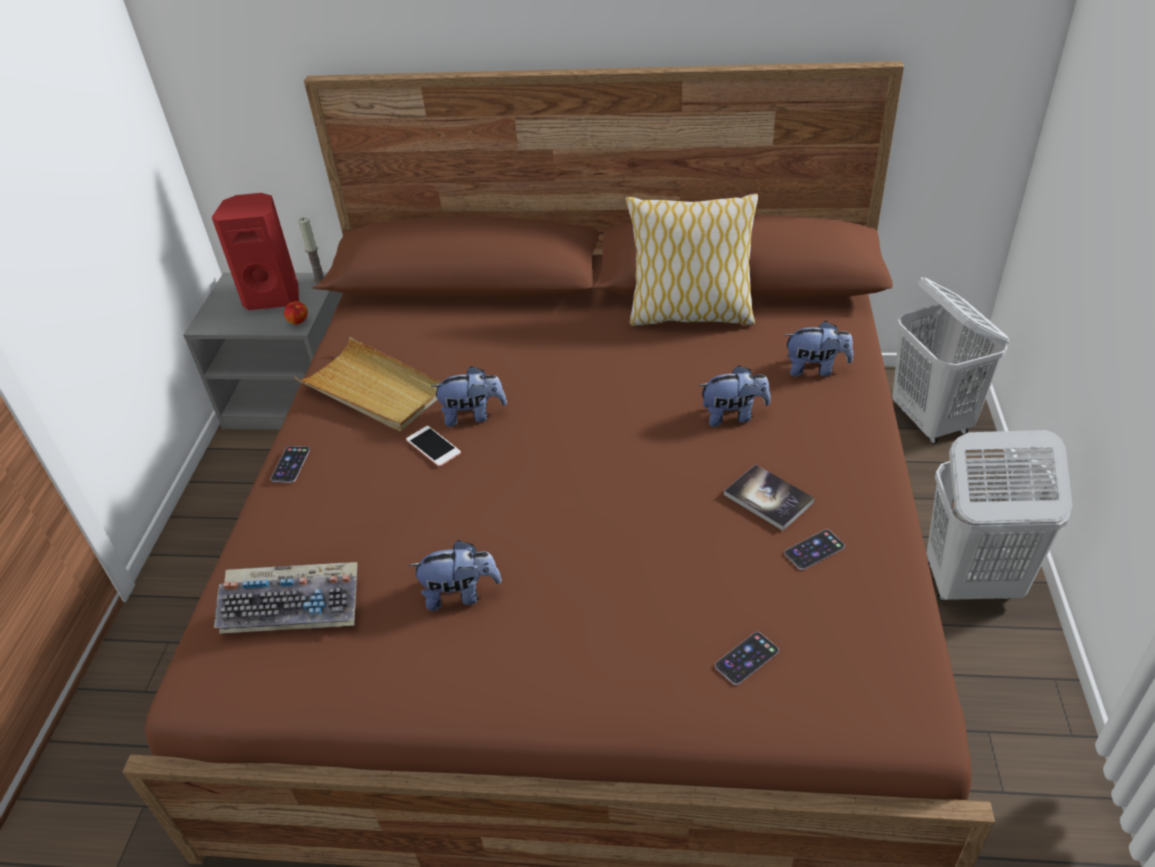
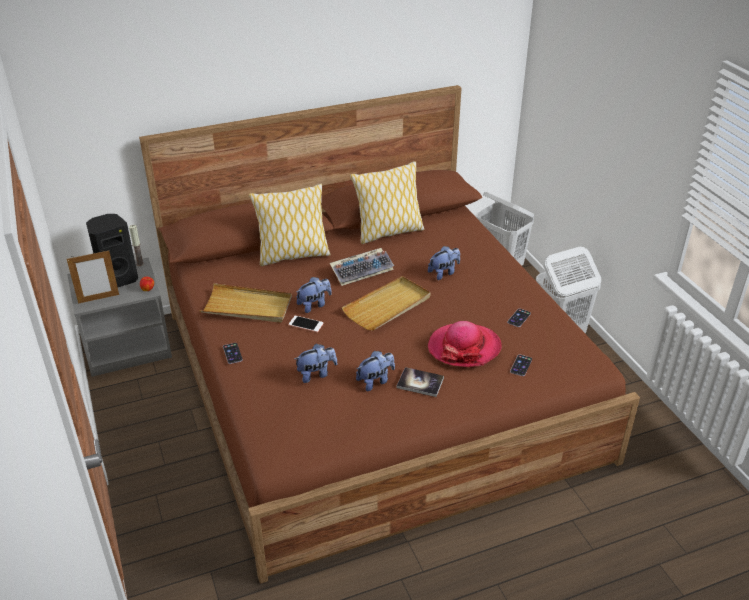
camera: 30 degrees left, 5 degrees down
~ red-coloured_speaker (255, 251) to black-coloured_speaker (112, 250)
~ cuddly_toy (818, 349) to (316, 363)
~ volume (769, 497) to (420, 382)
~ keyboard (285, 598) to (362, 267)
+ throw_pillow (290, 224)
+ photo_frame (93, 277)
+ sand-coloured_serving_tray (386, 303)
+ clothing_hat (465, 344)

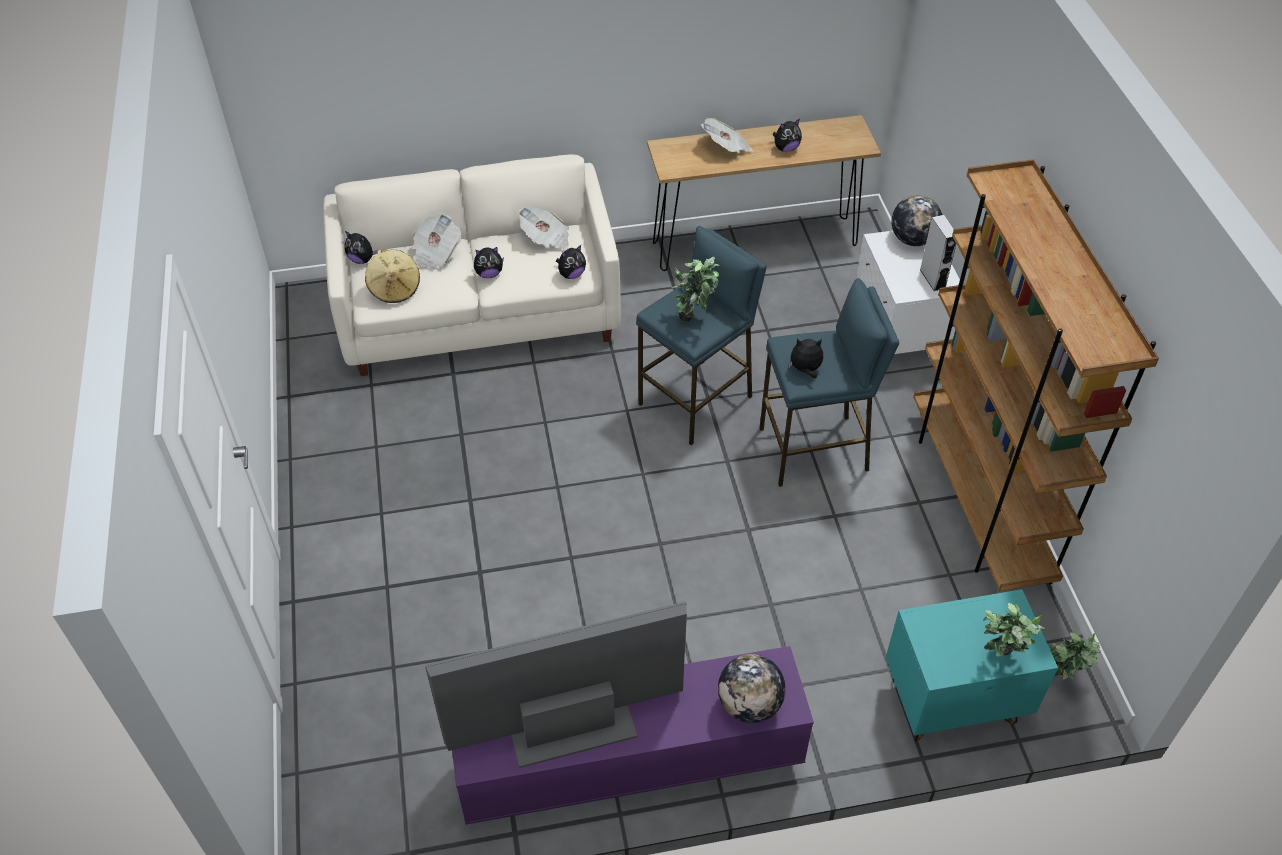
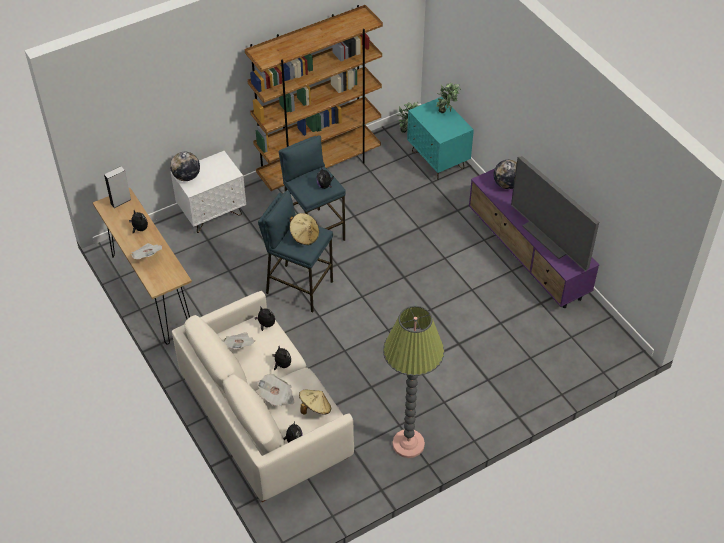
camera: 110 degrees left, 0 degrees up
~ gray_speaker (938, 253) to (118, 187)
~ houseplant (695, 289) to sand-coloured_clothing_hat (304, 229)
+ standard_lamp (413, 382)

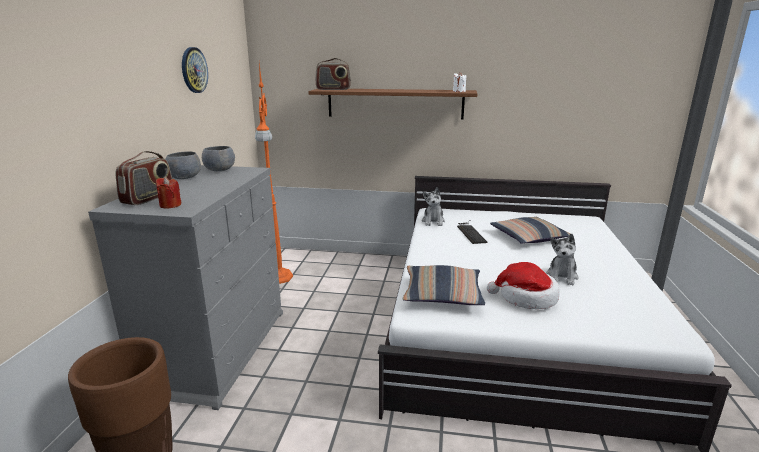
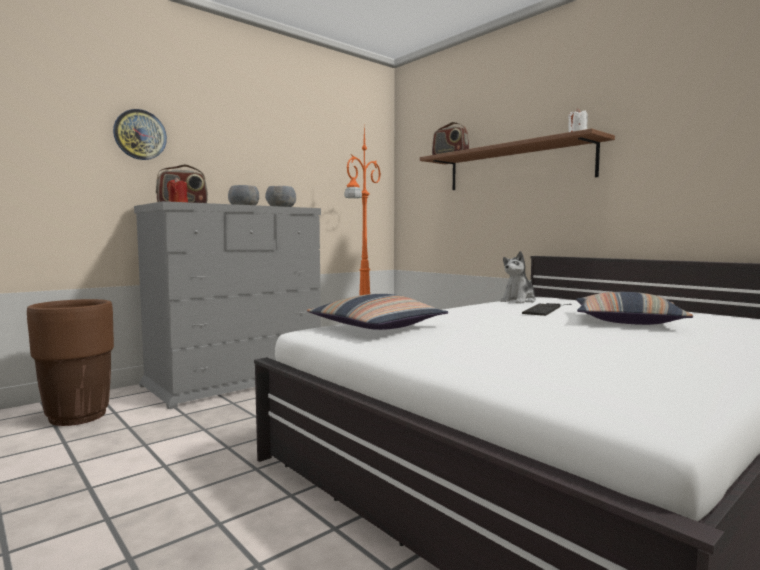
camera: 40 degrees right, 15 degrees down
~ hanging_clock (195, 70) to (140, 134)
- cuddly_toy (562, 259)
- clothing_hat (523, 285)

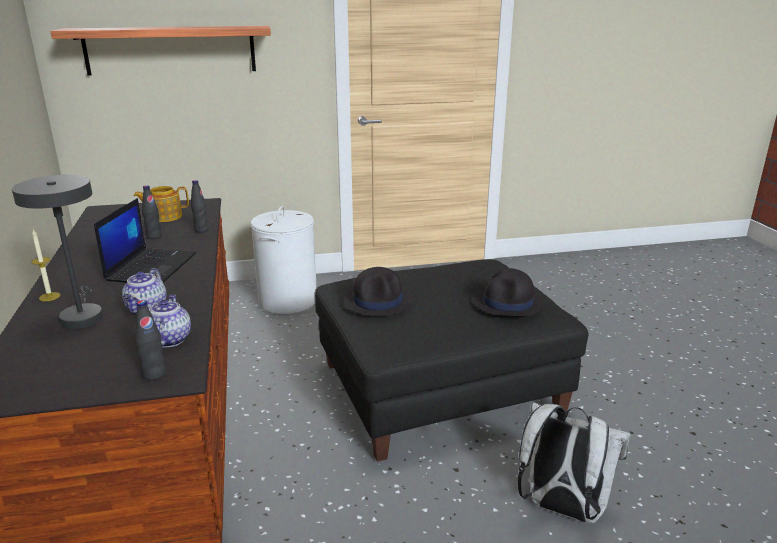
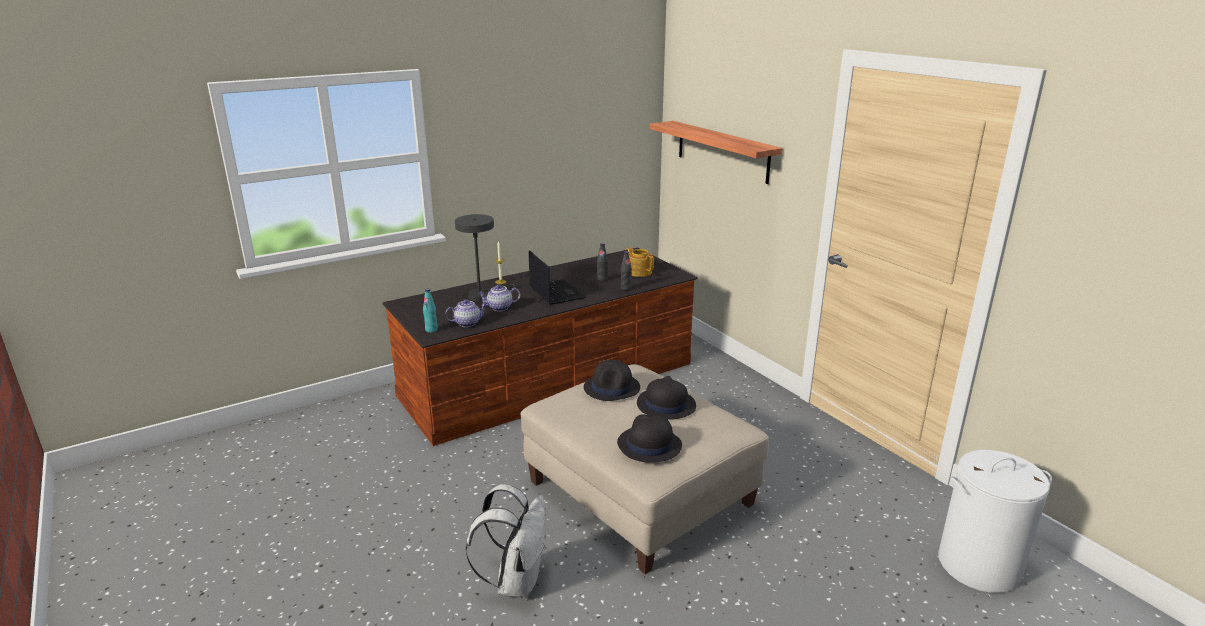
camera: 70 degrees right, 0 degrees up
~ laptop (145, 240) = (557, 277) 105 degrees counterclockwise
~ white-coloured_washing_basket (284, 260) to (995, 521)
~ black-coloured_pouffe (451, 360) to sand-coloured_pouffe (645, 469)
~ black-coloured_bottle (150, 340) to blue-green_bottle (430, 311)
+ black-coloured_clothing_hat (666, 398)

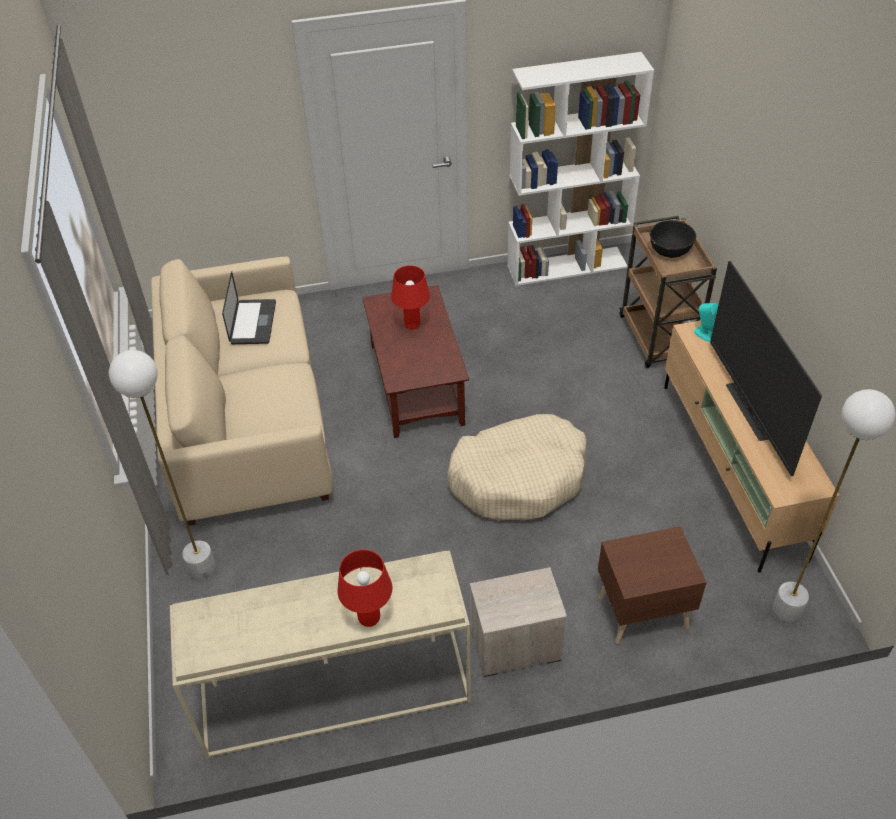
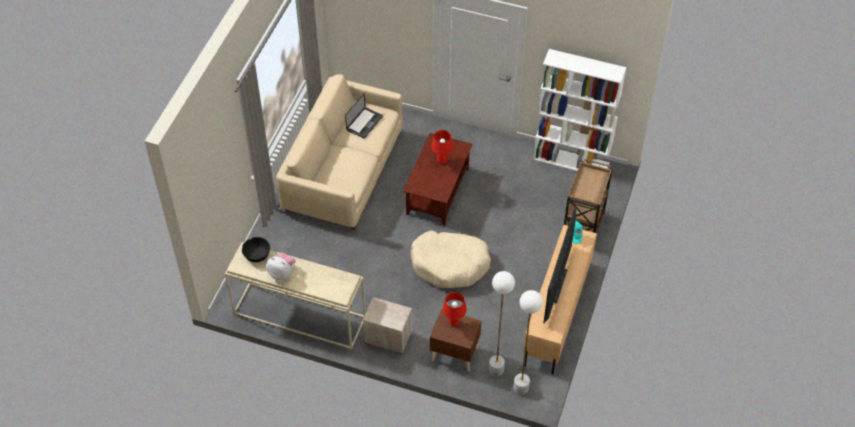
camera: 30 degrees right, 5 degrees up
~ black-coloured_bowl (673, 239) to (256, 249)
~ white-coloured_standard_lamp (162, 465) to (502, 323)
~ red-coloured_tabletop_lamp (365, 588) to (454, 309)
+ cuddly_toy (281, 267)

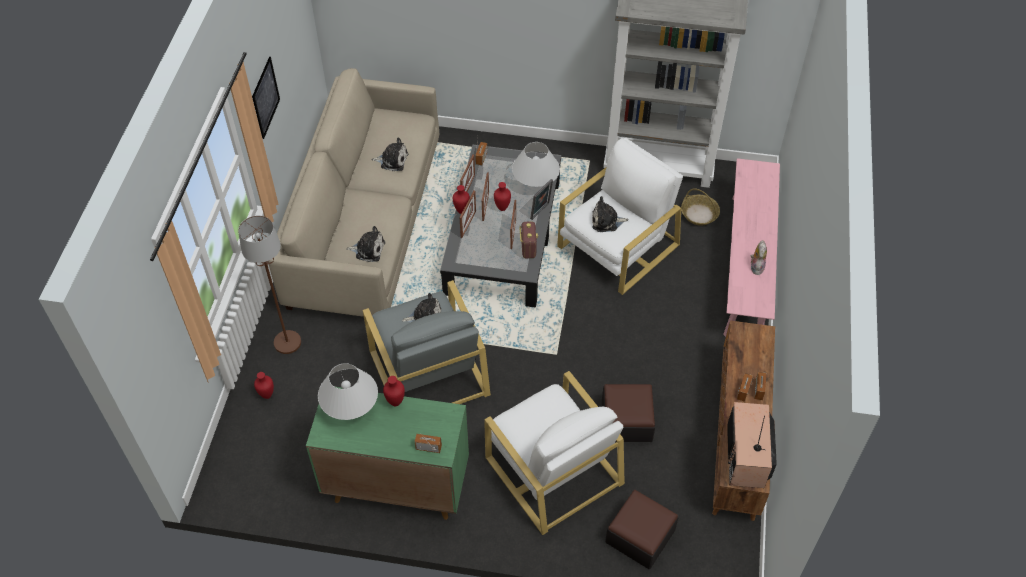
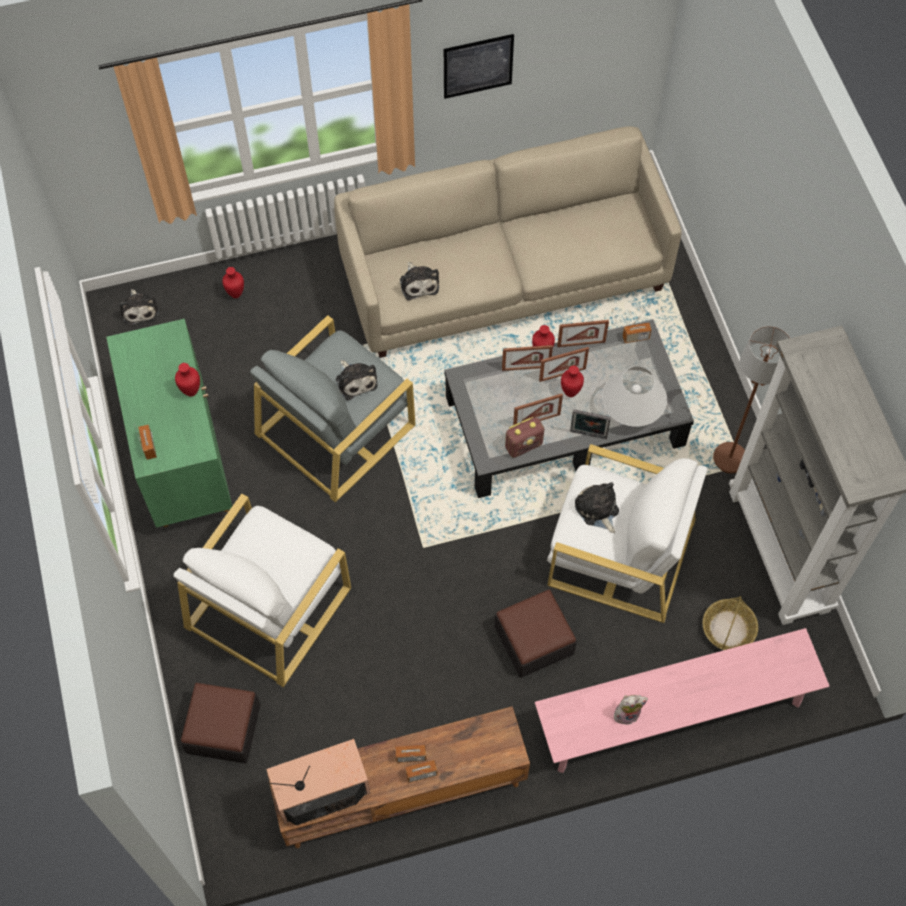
camera: 65 degrees right, 10 degrees up
~ cuddly_toy (390, 154) to (139, 307)
~ brownish_standard_lamp (269, 285) to (751, 399)
- white-coloured_tabletop_lamp (348, 391)
~ pouffe (628, 413) to (535, 633)

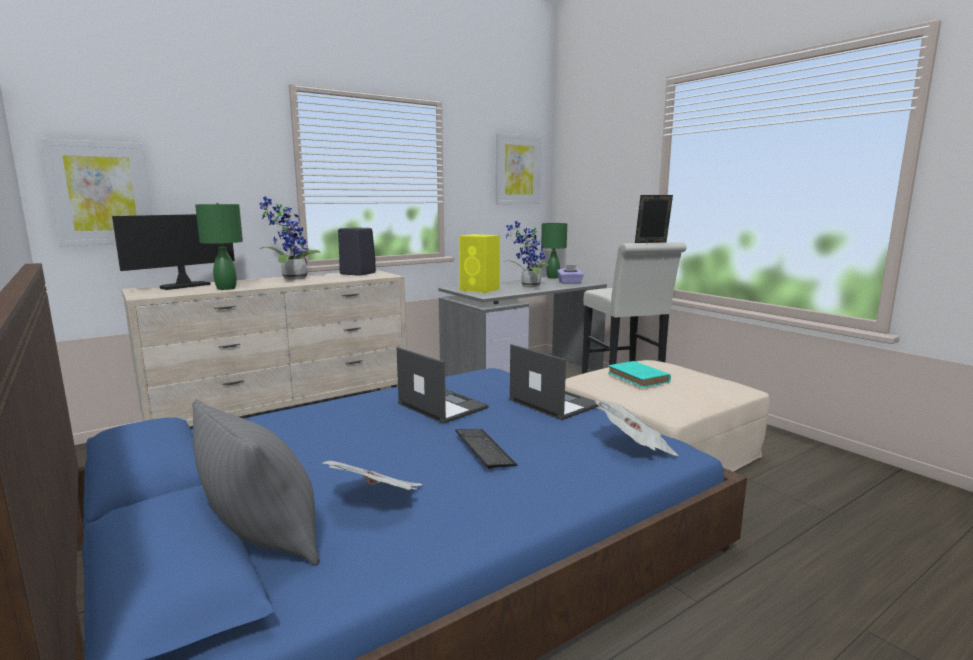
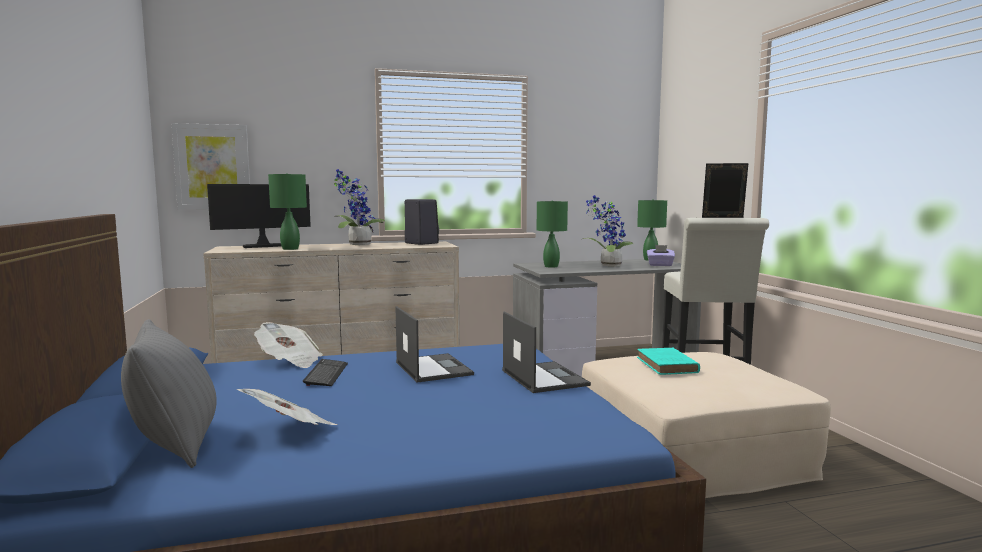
camera: 20 degrees right, 5 degrees down
- wall_picture (518, 168)
~ yellowish_speaker (479, 263) to green_tabletop_lamp (552, 234)
~ printed_paper (637, 428) to (288, 345)
~ keyboard (486, 449) to (325, 372)

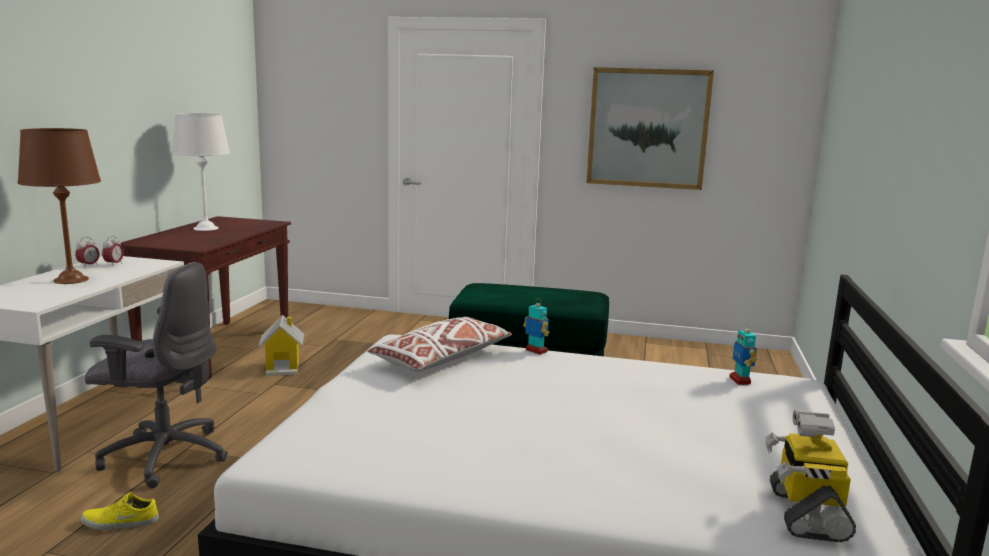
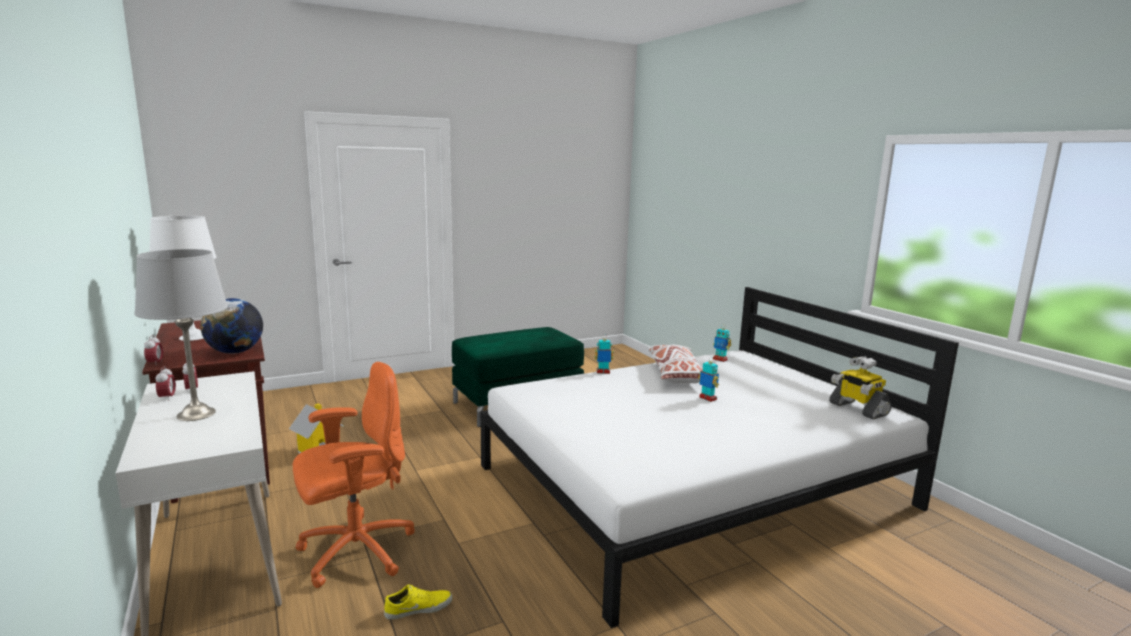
camera: 40 degrees left, 0 degrees up
- wall_picture (650, 128)
~ brownish_tabletop_lamp (59, 206) to gray_tabletop_lamp (181, 335)
~ gray_desk_chair (156, 375) to orangey_desk_chair (354, 475)
~ white-coloured_throw_pillow (439, 344) to (675, 364)
~ yellowish_low_shoe (119, 511) = (418, 602) 150 degrees counterclockwise
+ globe (231, 326)
+ bedside_clock (153, 350)
+ toy_robot (708, 379)

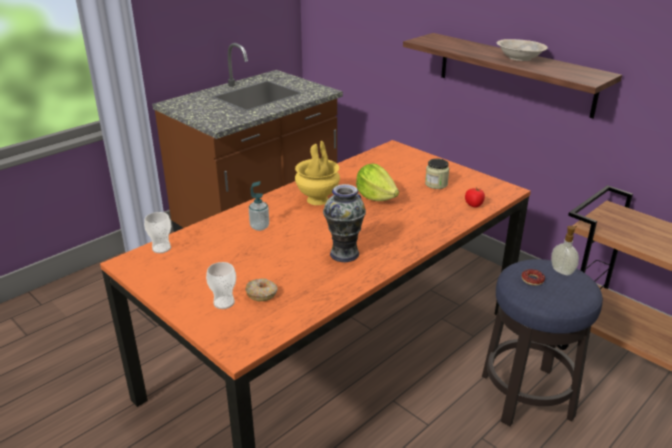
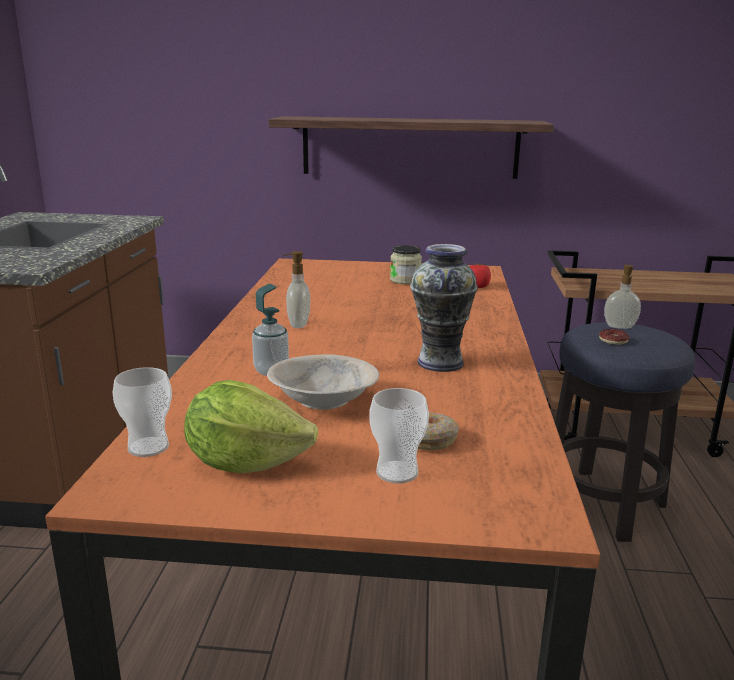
camera: 40 degrees left, 10 degrees down
~ sand-coloured_bowl (522, 50) to (323, 382)
~ yellowish_flower_vase (317, 173) to liquid_soap_bottle (296, 289)
~ lettuce (377, 182) to (251, 427)

